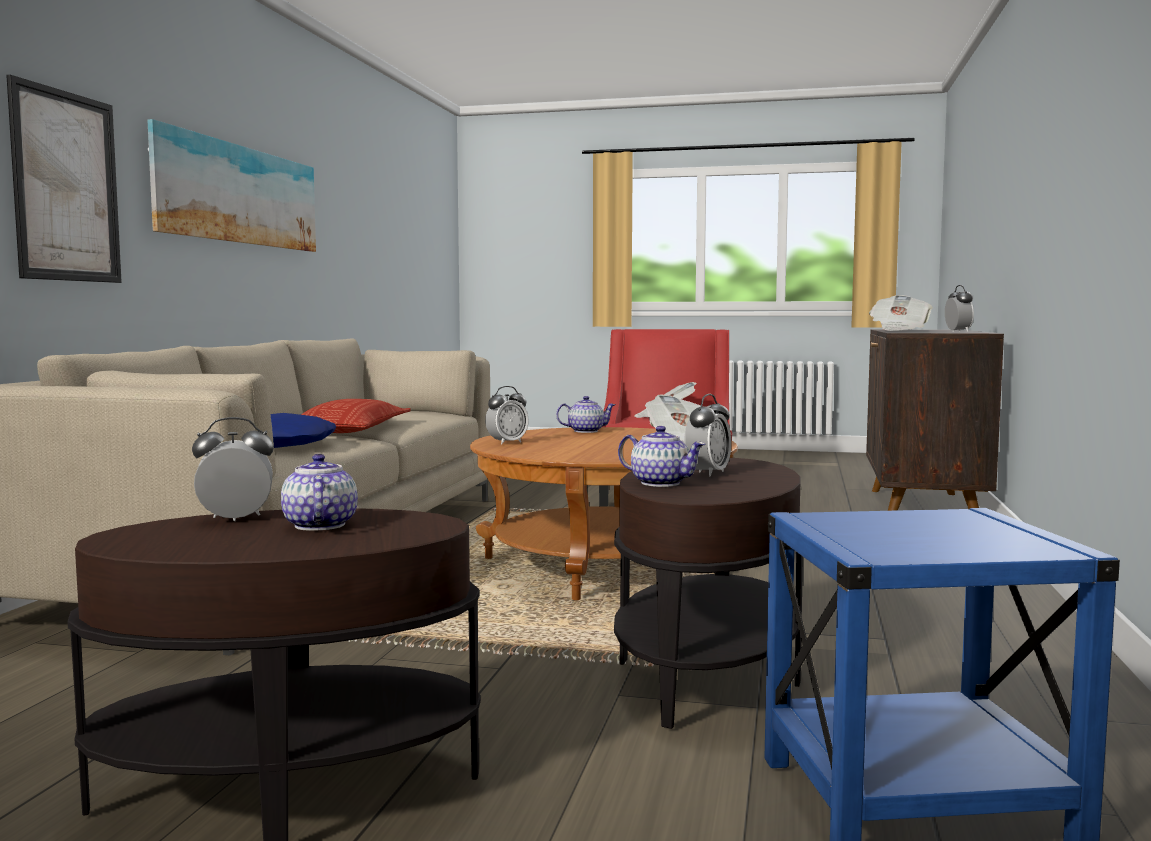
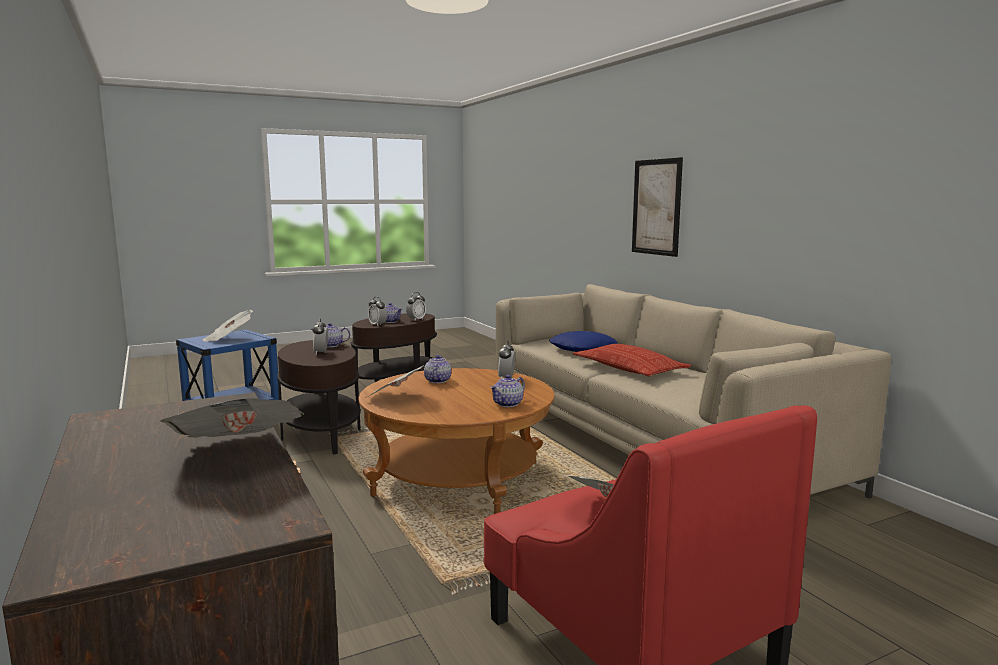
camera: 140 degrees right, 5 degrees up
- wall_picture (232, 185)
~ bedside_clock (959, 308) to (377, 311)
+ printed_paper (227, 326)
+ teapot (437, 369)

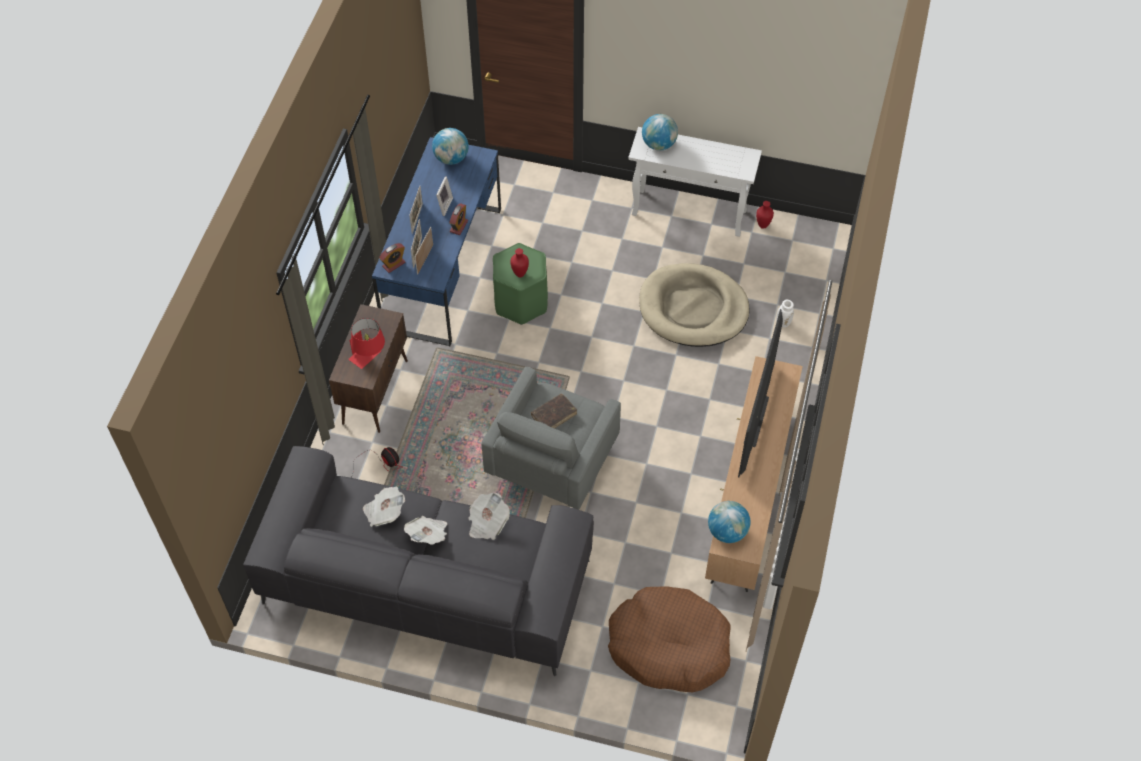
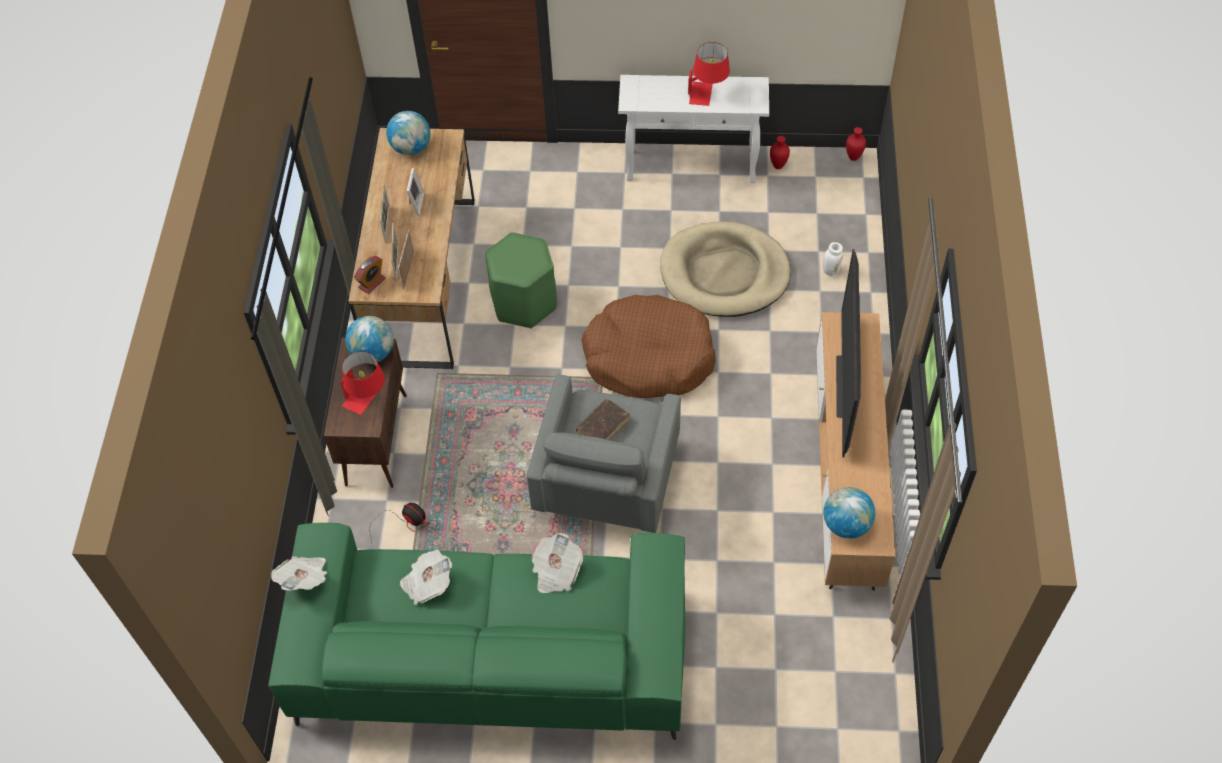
camera: 10 degrees left, 0 degrees up
~ globe (660, 132) to (369, 339)
~ bluish_desk_unit (436, 241) to brownish_desk_unit (412, 248)
- bedside_clock (458, 219)
~ red-coloured_flower_vase (519, 262) to (856, 144)
~ gray_settee (418, 561) to green_settee (477, 632)
~ printed_paper (425, 530) to (299, 573)
~ brownish_dog_cushion (669, 639) to (648, 346)
+ red-coloured_tabletop_lamp (709, 74)

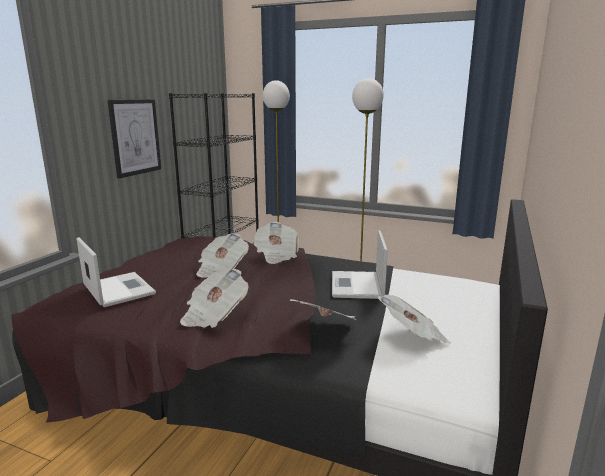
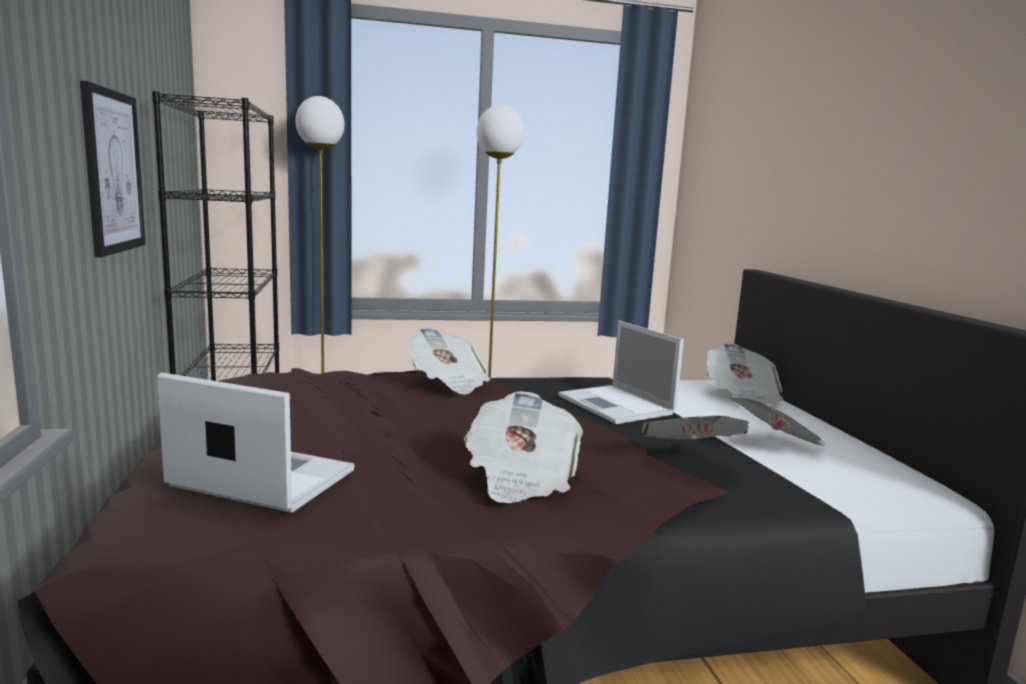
camera: 35 degrees left, 5 degrees down
~ printed_paper (222, 255) to (744, 373)

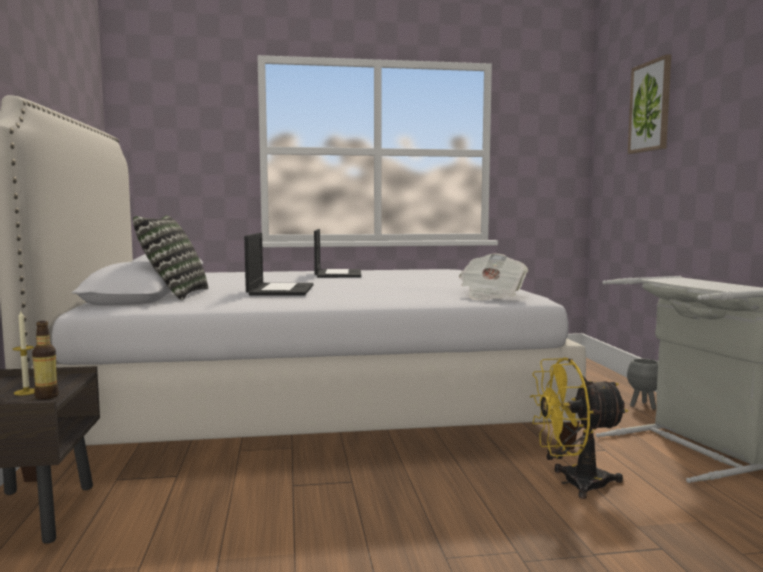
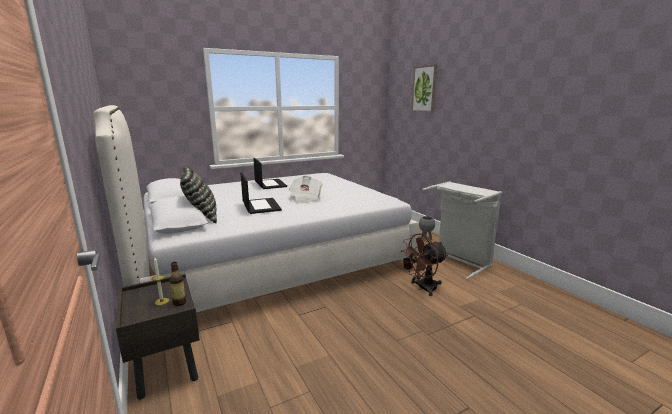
camera: 20 degrees left, 10 degrees up
~ printed_paper (493, 277) to (306, 190)
~ yellowish_fan (579, 428) to brownish_fan (424, 264)

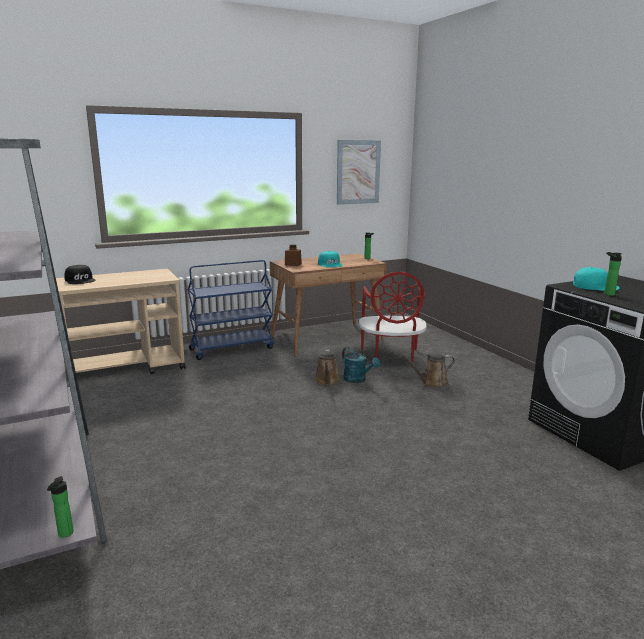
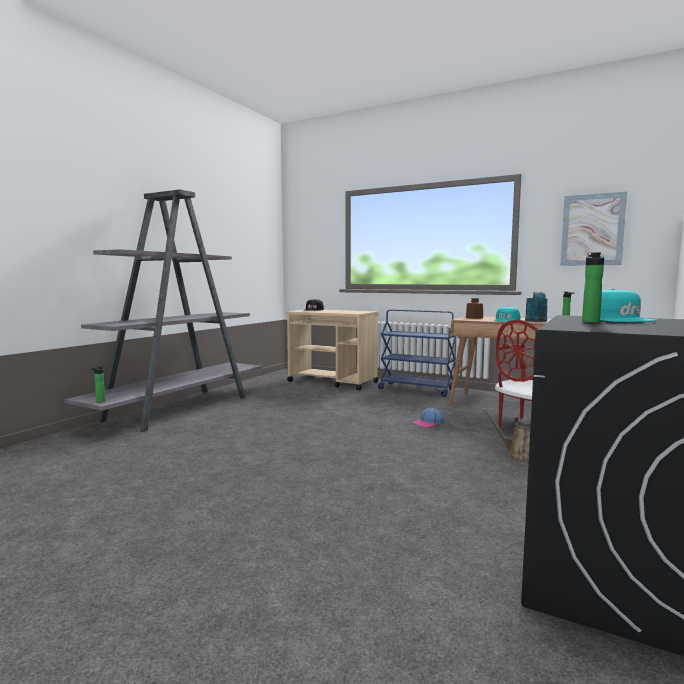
camera: 55 degrees right, 10 degrees down
~ blue-green_watering_pot (361, 365) to (536, 307)
~ brownish_watering_pot (327, 367) to cap (428, 417)

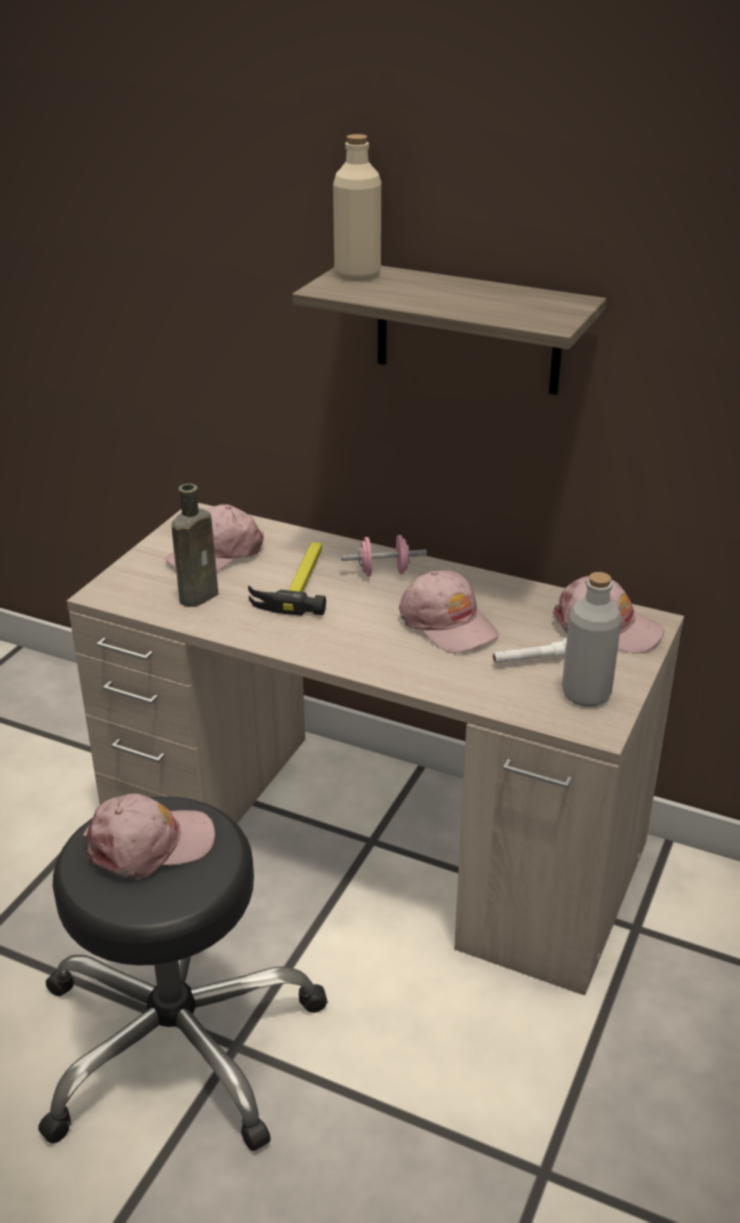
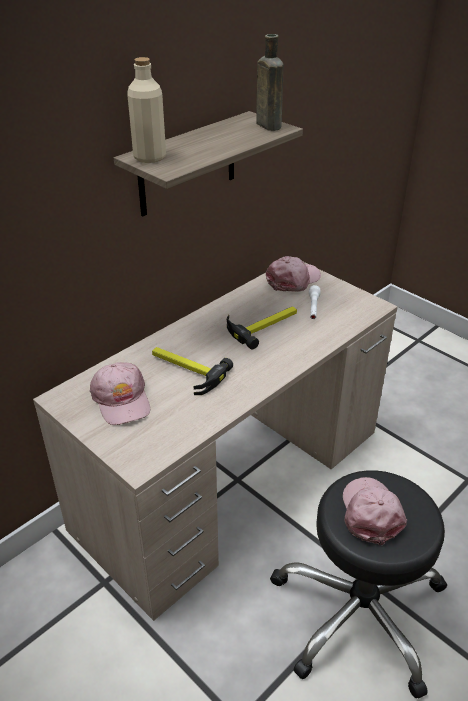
camera: 70 degrees left, 5 degrees up
~ brownish_bottle (195, 545) to (270, 82)
- pink-coloured_free_weight (384, 556)
~ pink-coloured_cap (449, 612) to tool_hammer (262, 327)
- gray_bottle (592, 639)

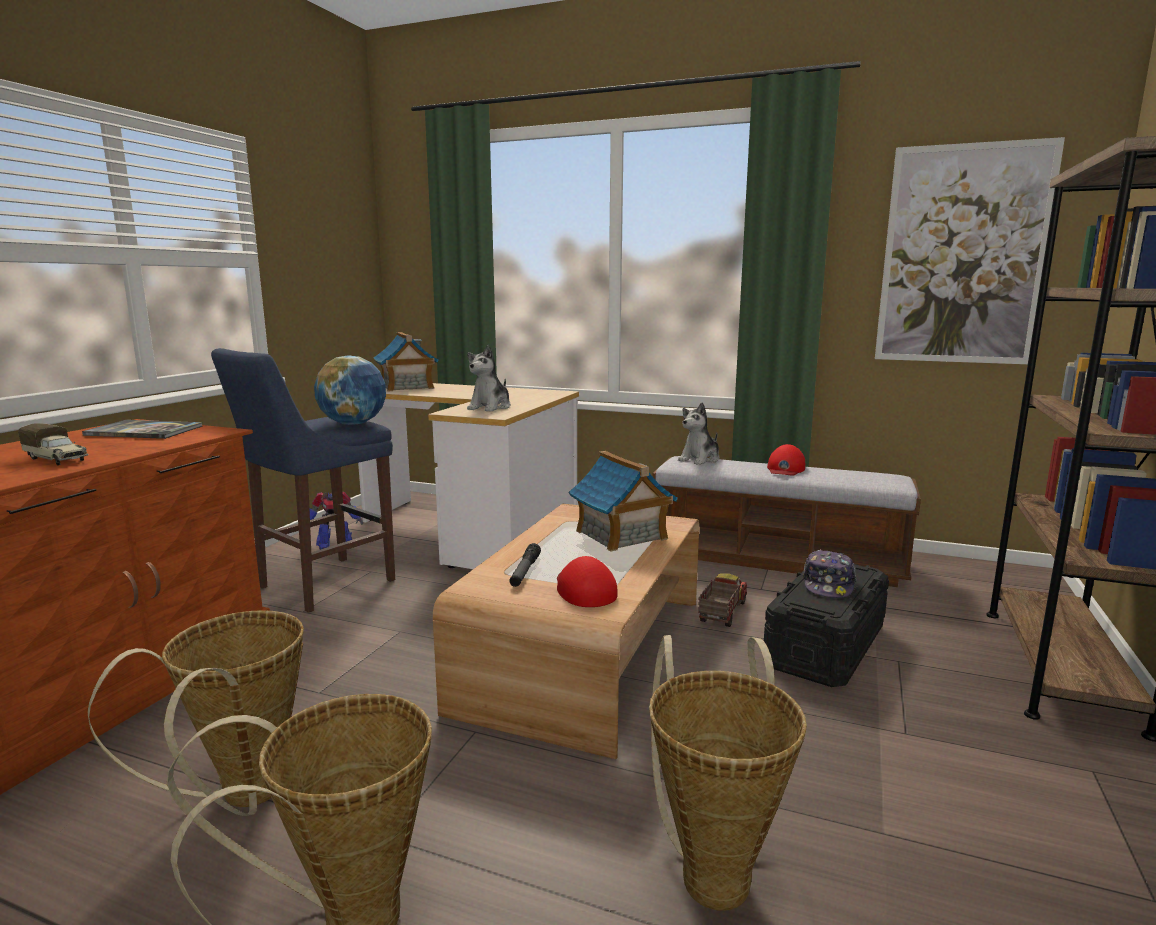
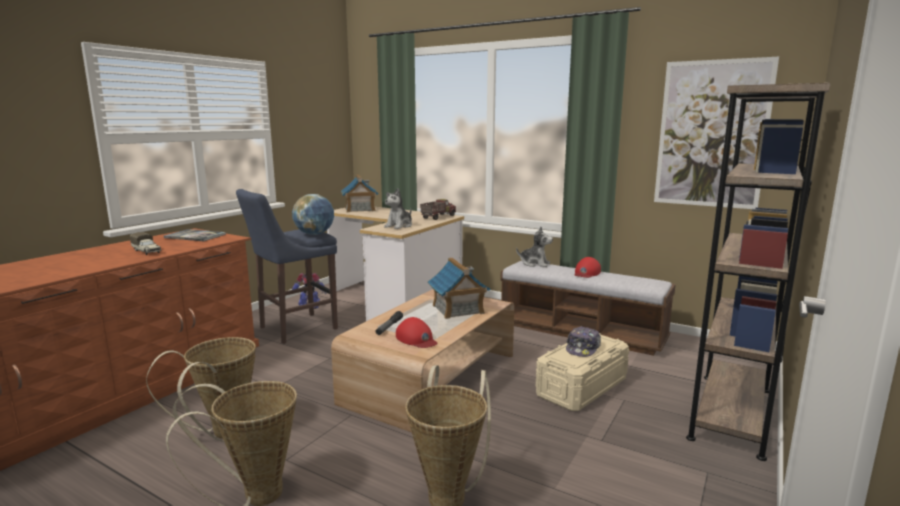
camera: 10 degrees right, 0 degrees up
~ cuddly_toy (699, 434) = (534, 247) 120 degrees counterclockwise
~ red-coloured_cap (587, 581) = (417, 332) 150 degrees clockwise
~ black-coloured_storage_container (826, 625) to sand-coloured_storage_container (582, 372)
~ toy_truck (722, 600) to (438, 209)

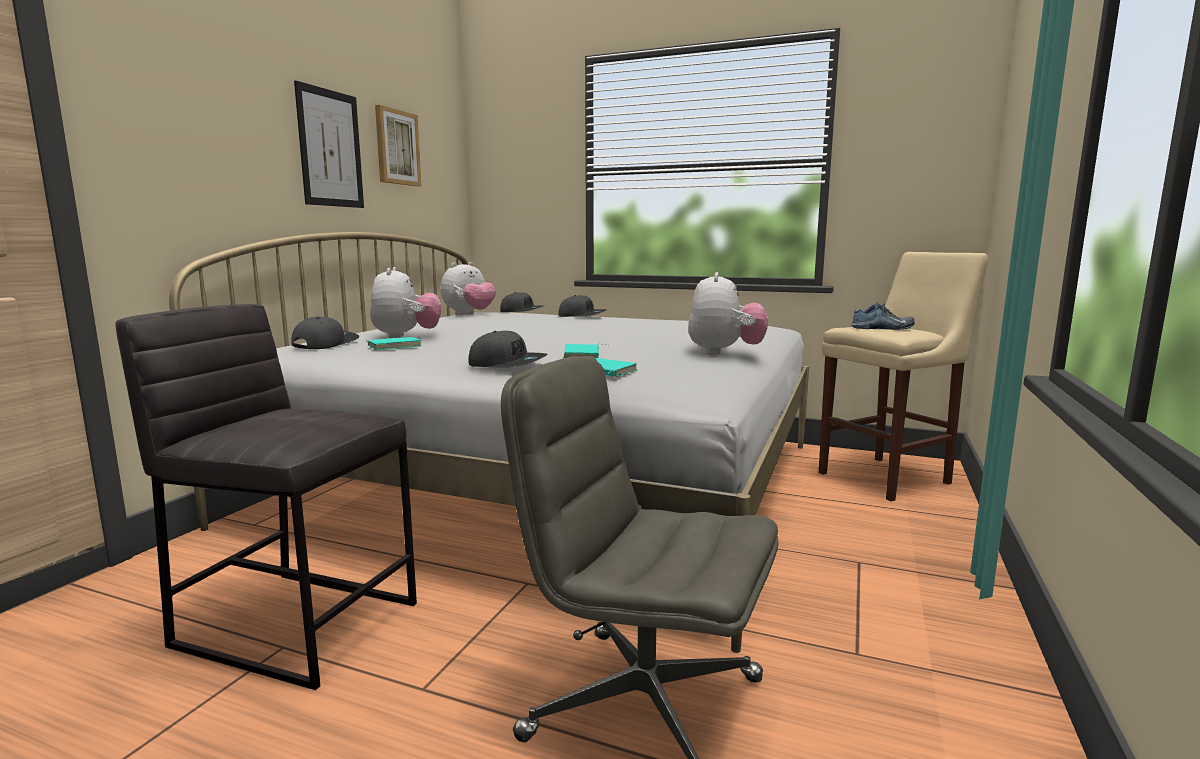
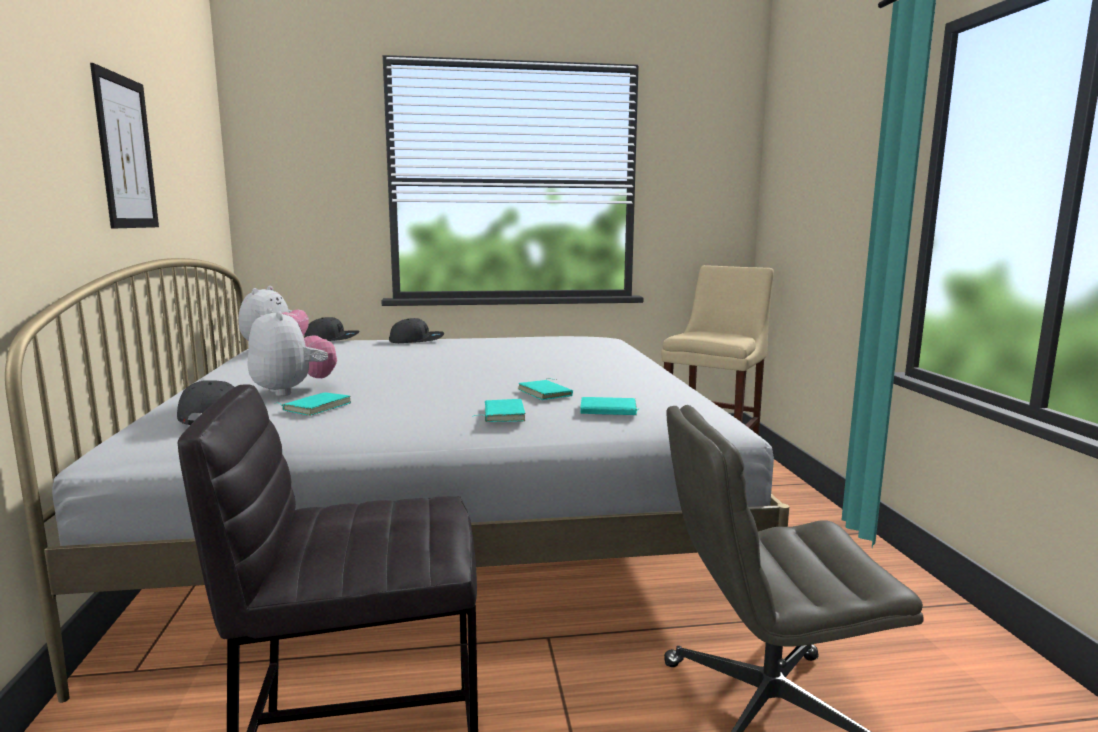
camera: 30 degrees left, 0 degrees up
- wall_picture (398, 145)
- cuddly_toy (728, 313)
- low_shoe (883, 316)
~ gray_cap (508, 349) to blue-green_volume (498, 410)

